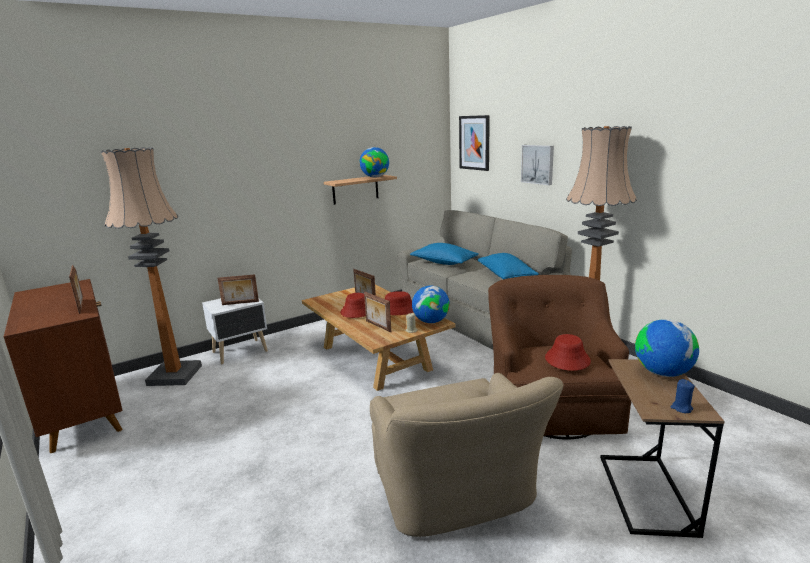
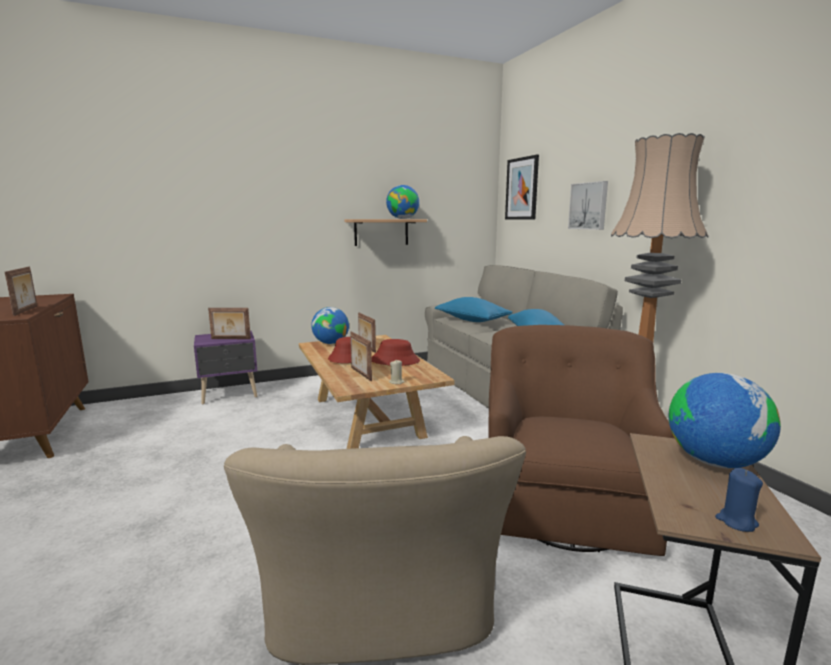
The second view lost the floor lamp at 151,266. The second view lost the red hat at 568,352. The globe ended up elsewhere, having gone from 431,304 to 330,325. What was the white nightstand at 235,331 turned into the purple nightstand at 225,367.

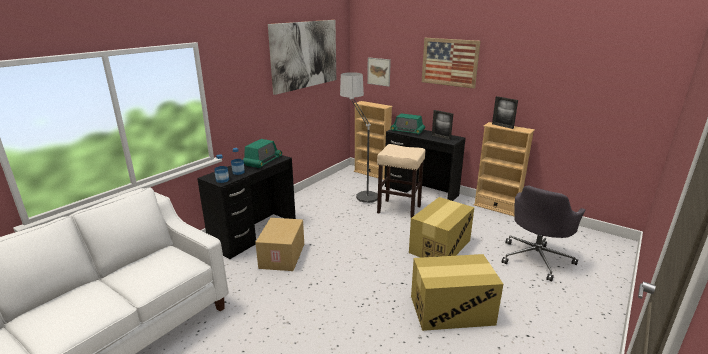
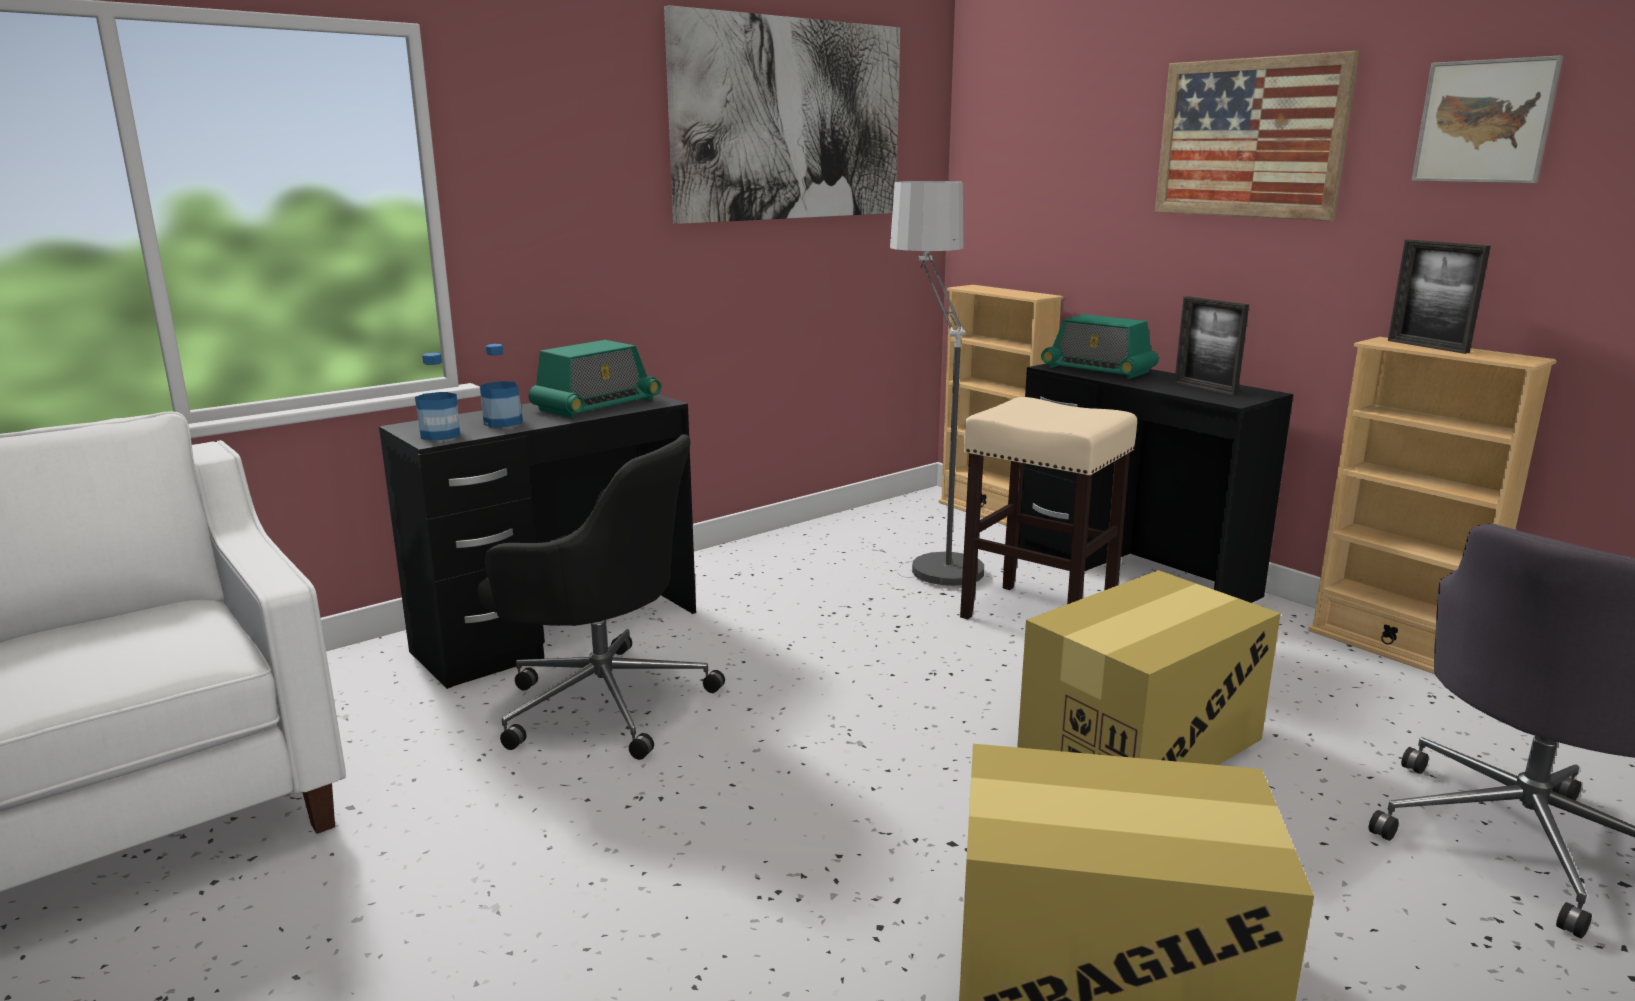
The picture ended up elsewhere, having gone from 379,72 to 1487,119. Where the cardboard box stood at 279,244, the black office chair came to stand at 601,597.

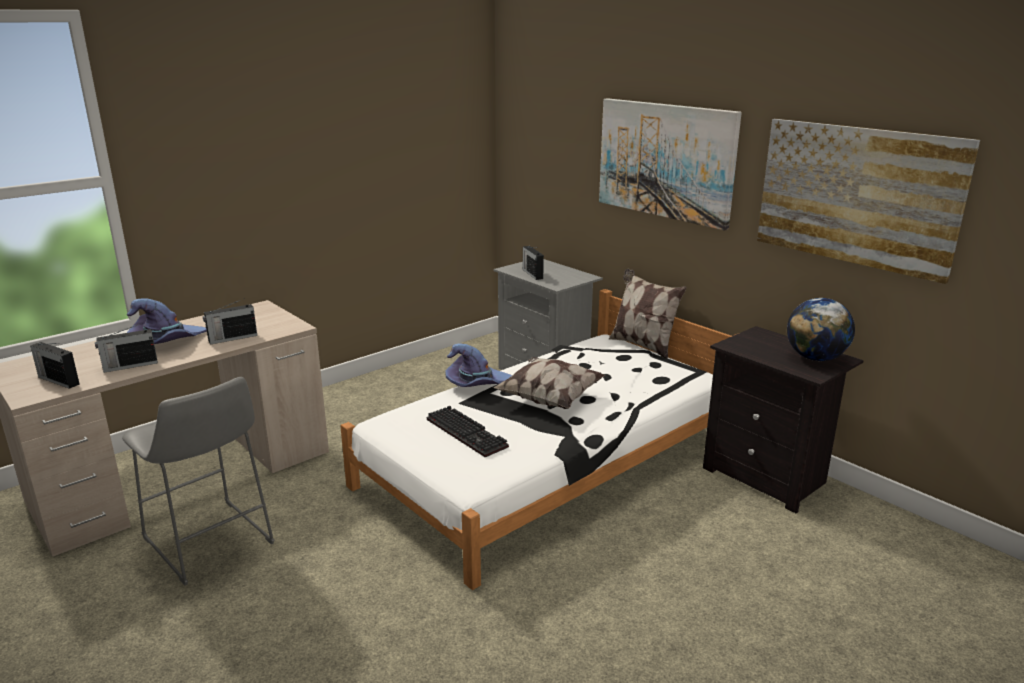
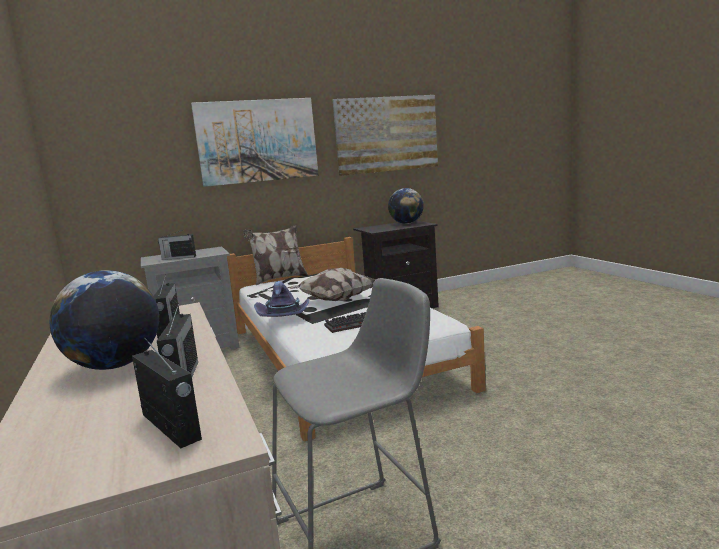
Where the purple hat stood at 167,321, the globe came to stand at 104,320. The radio at 55,365 ended up facing another way, 90 degrees counterclockwise from before.

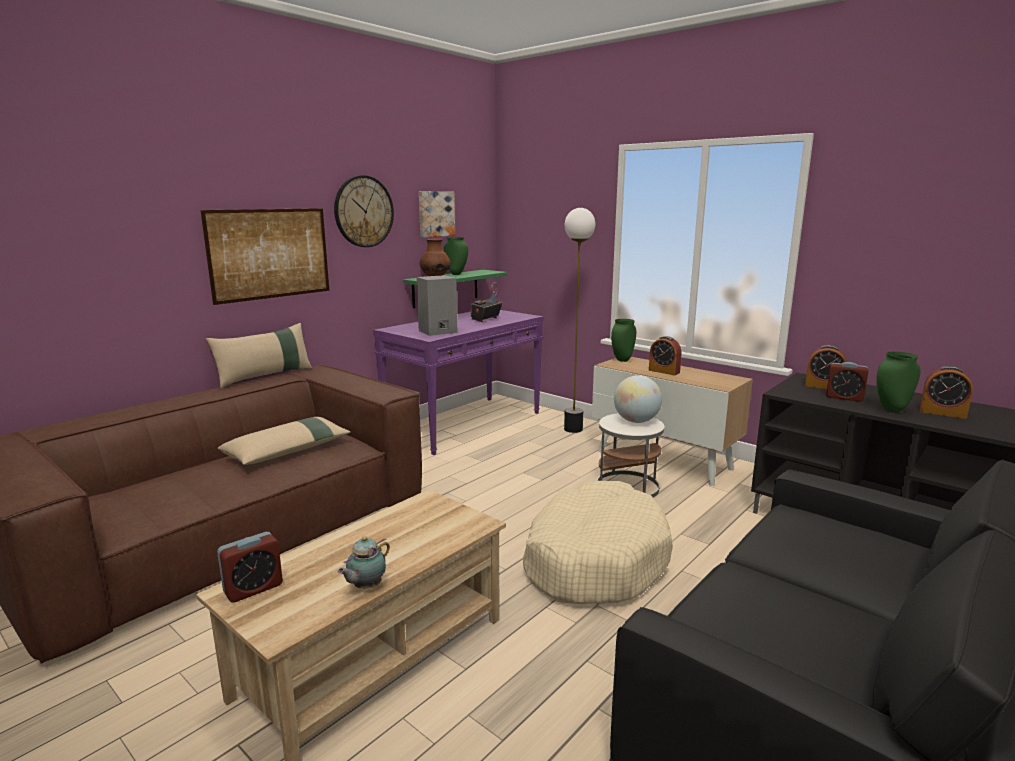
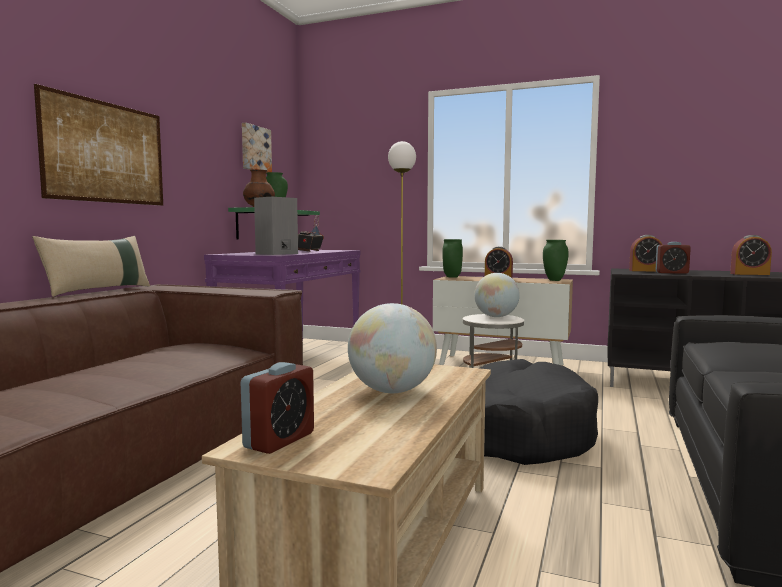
The second view lost the beige pillow at 284,441. The second view lost the wall clock at 364,211. The second view lost the teapot at 363,562. The second view gained the globe at 392,348. The green vase ended up elsewhere, having gone from 898,382 to 555,260. What was the beige dog bed at 598,542 turned into the black dog bed at 539,412.

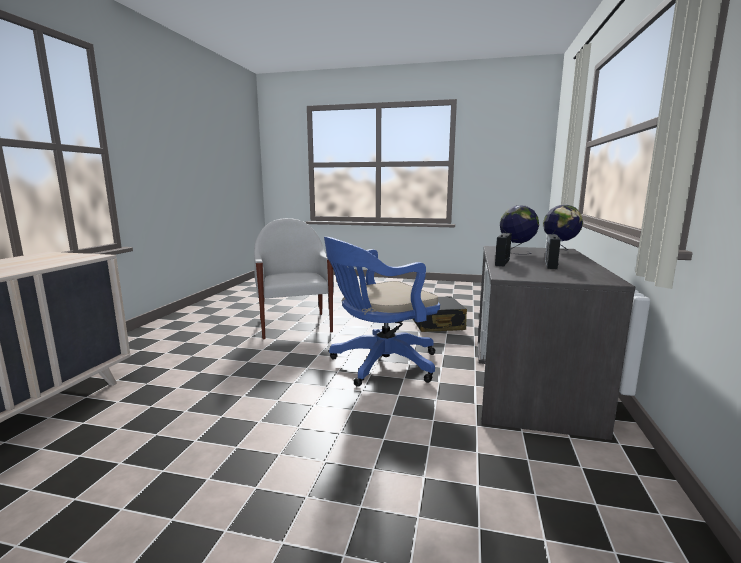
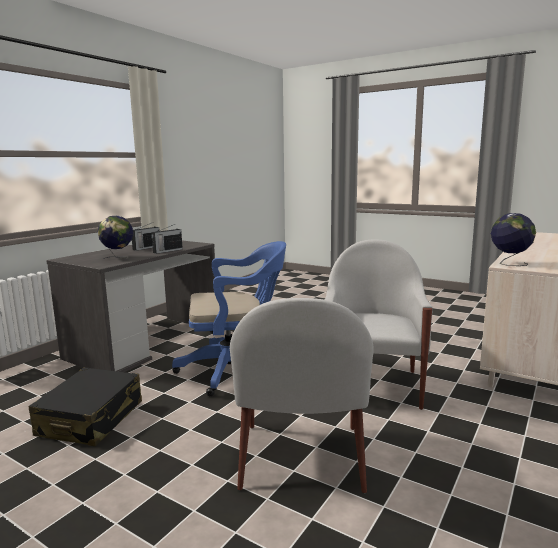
The second view gained the white armchair at 379,324. The globe ended up elsewhere, having gone from 563,228 to 513,239.

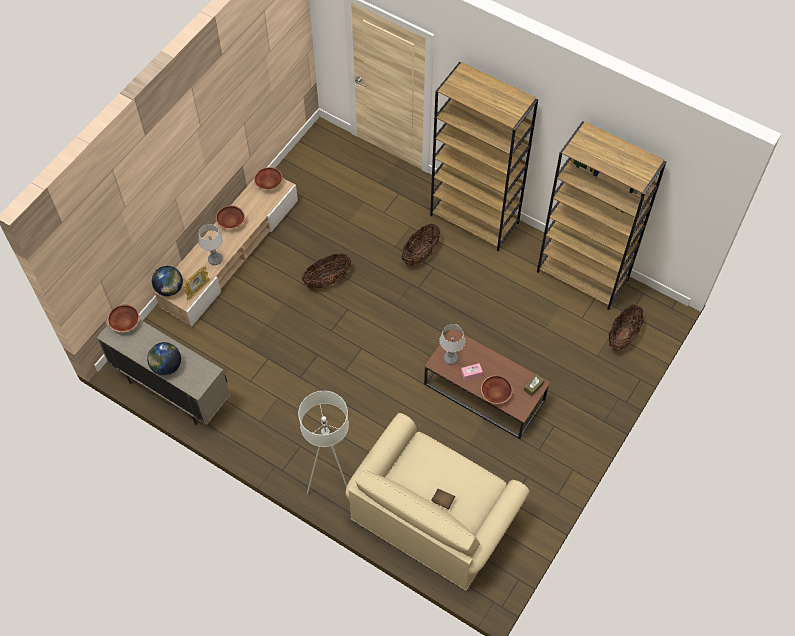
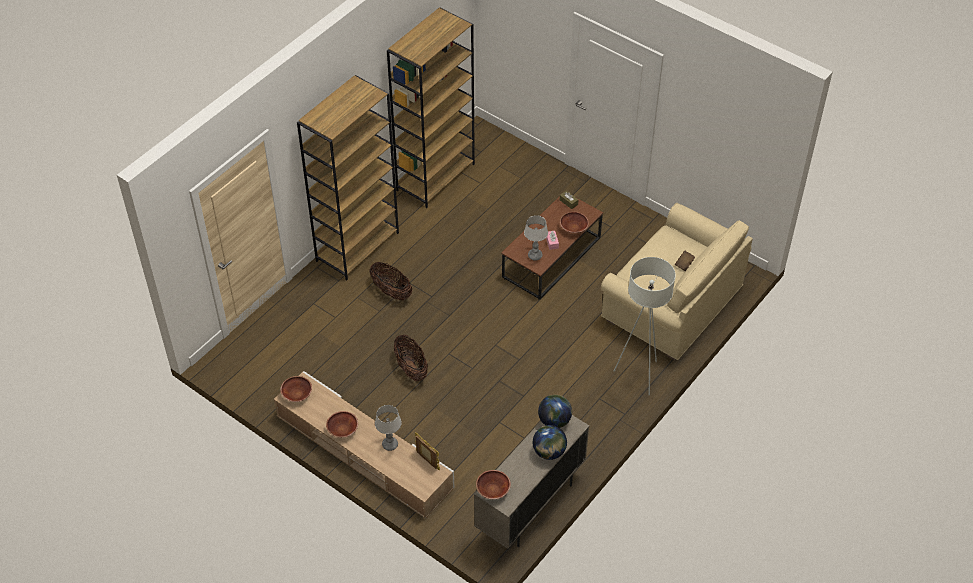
The second view lost the basket at 626,327. The globe ended up elsewhere, having gone from 167,281 to 555,411.

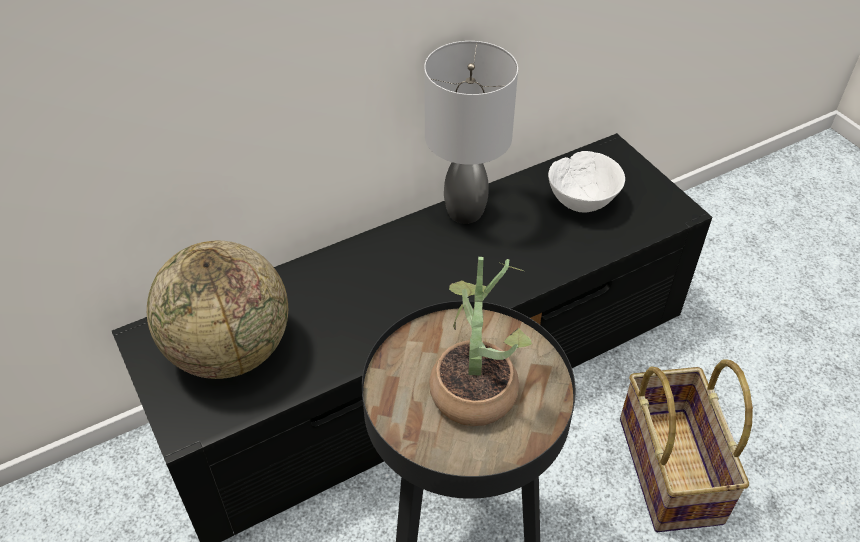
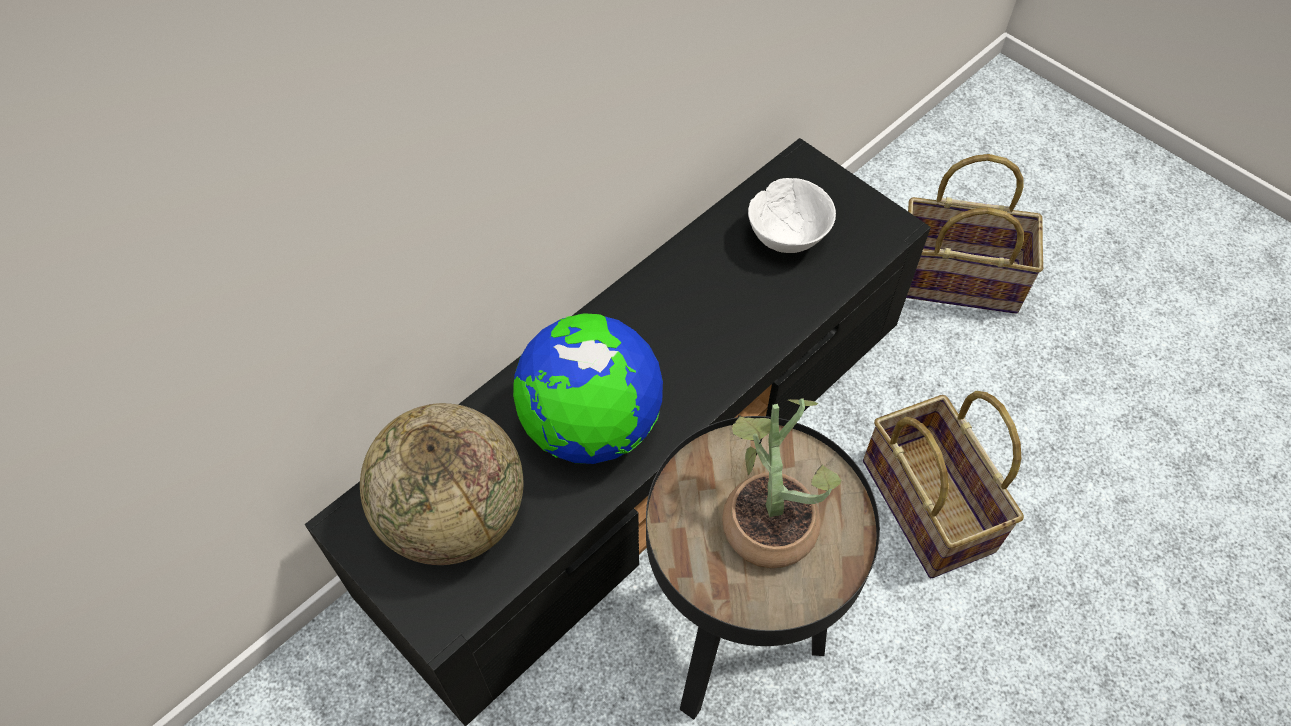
The second view lost the grey table lamp at 471,132. The second view gained the globe at 588,388. The second view gained the basket at 974,234.

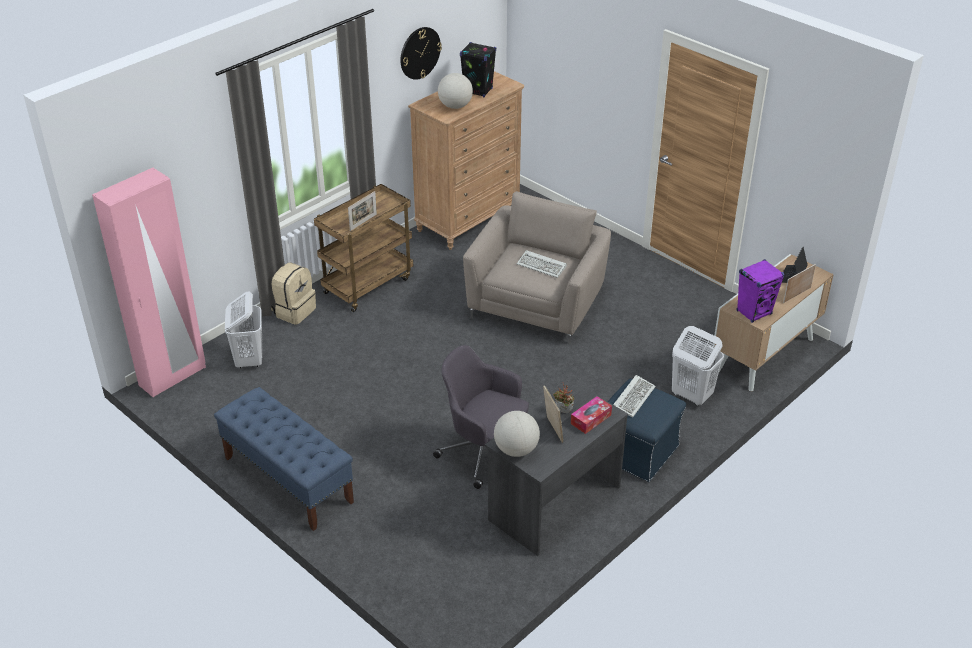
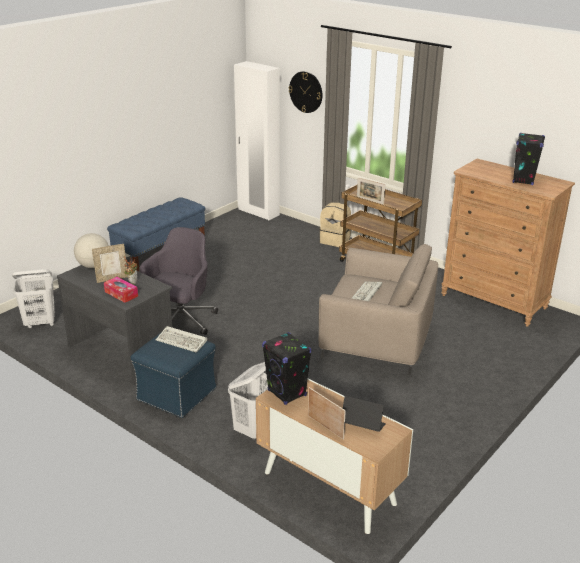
The second view lost the globe at 455,91. The white laundry basket ended up elsewhere, having gone from 243,330 to 33,298. The wall clock ended up elsewhere, having gone from 421,53 to 305,92. What was the pink wardrobe at 149,283 turned into the white wardrobe at 257,140. What was the purple speaker at 760,291 turned into the black speaker at 286,368.

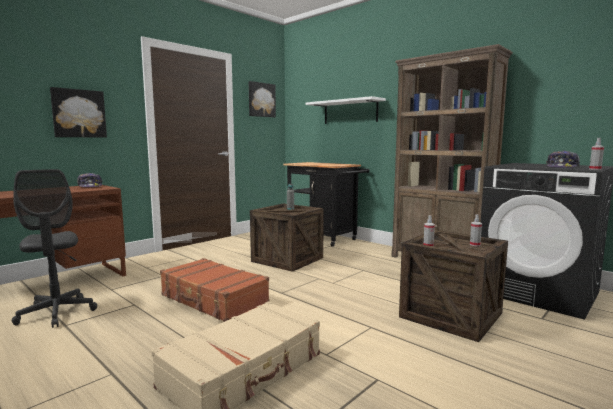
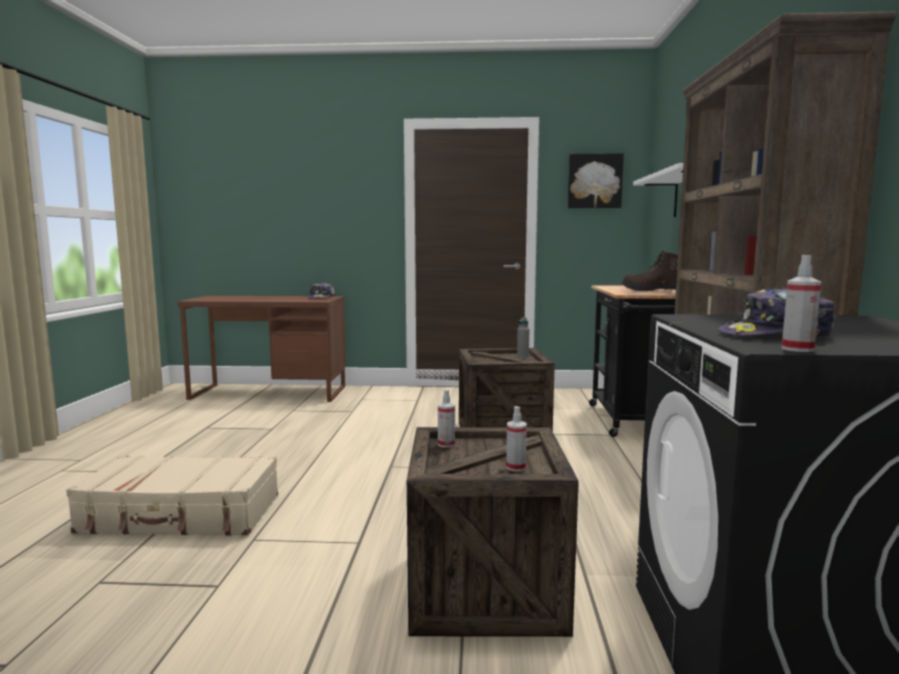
The second view lost the grey office chair at 54,248. The second view lost the picture at 78,112. The second view lost the brown suitcase at 214,290. The second view gained the brown boot at 649,271.

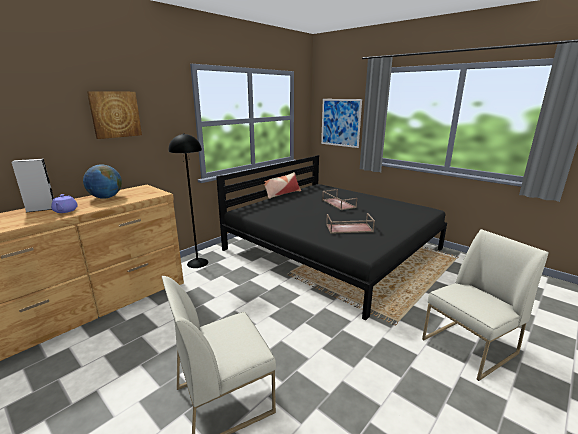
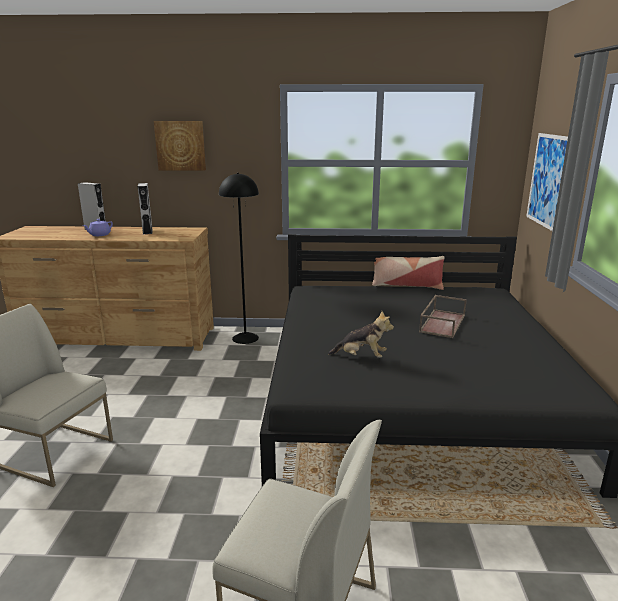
Where the globe stood at 102,181, the grey speaker came to stand at 145,208. Where the brown tray stood at 350,223, the plush toy came to stand at 361,334.

